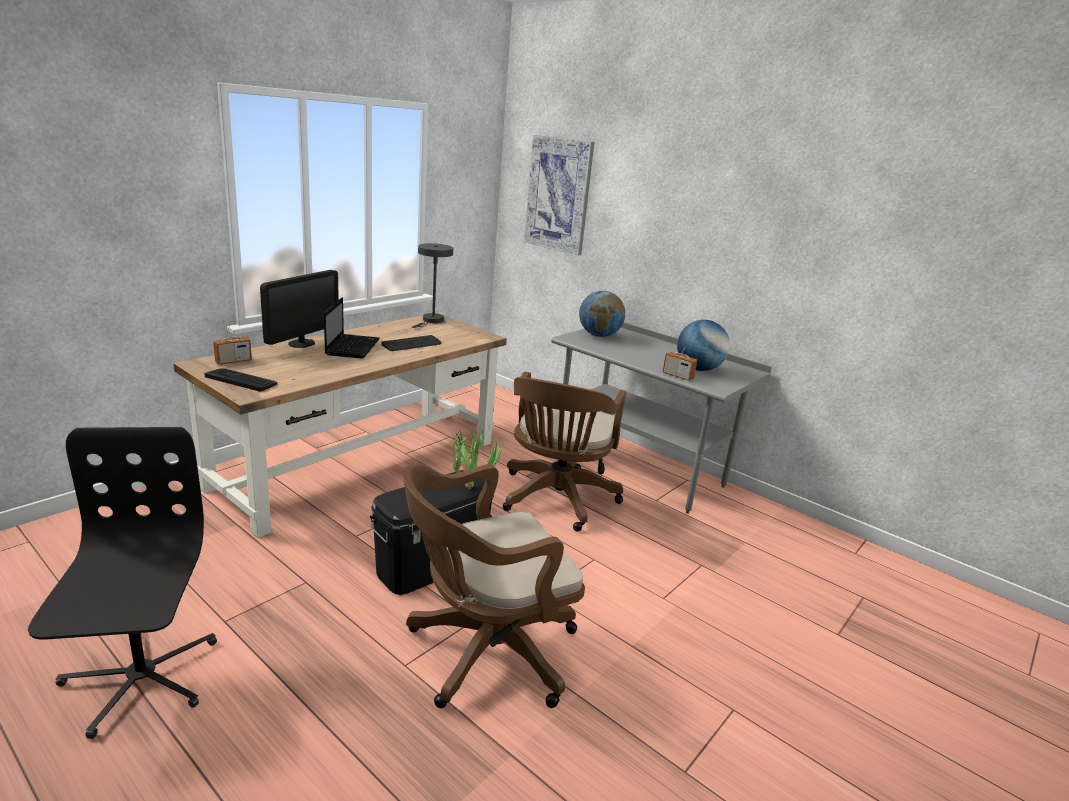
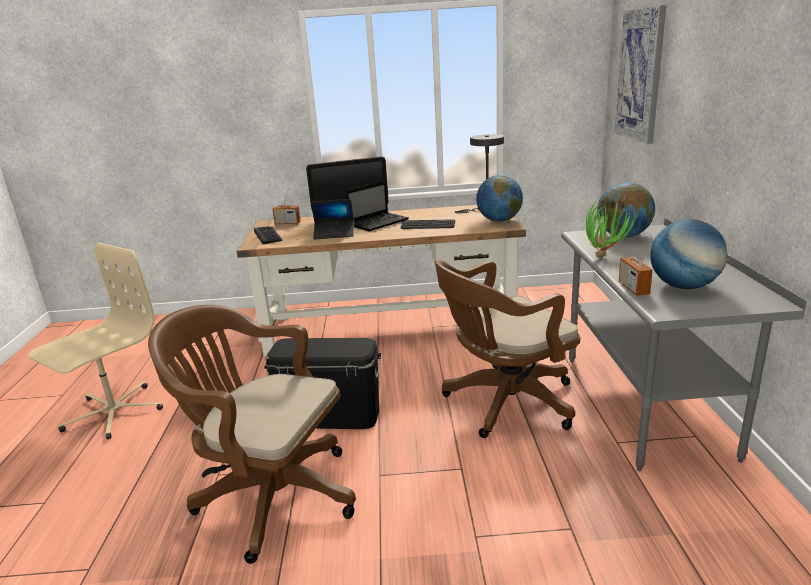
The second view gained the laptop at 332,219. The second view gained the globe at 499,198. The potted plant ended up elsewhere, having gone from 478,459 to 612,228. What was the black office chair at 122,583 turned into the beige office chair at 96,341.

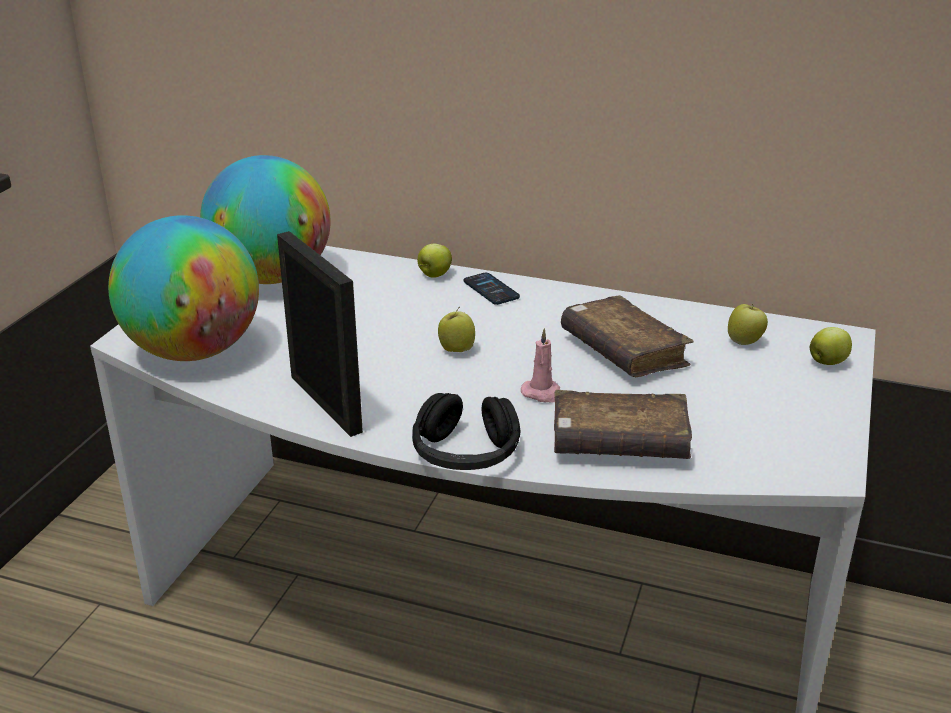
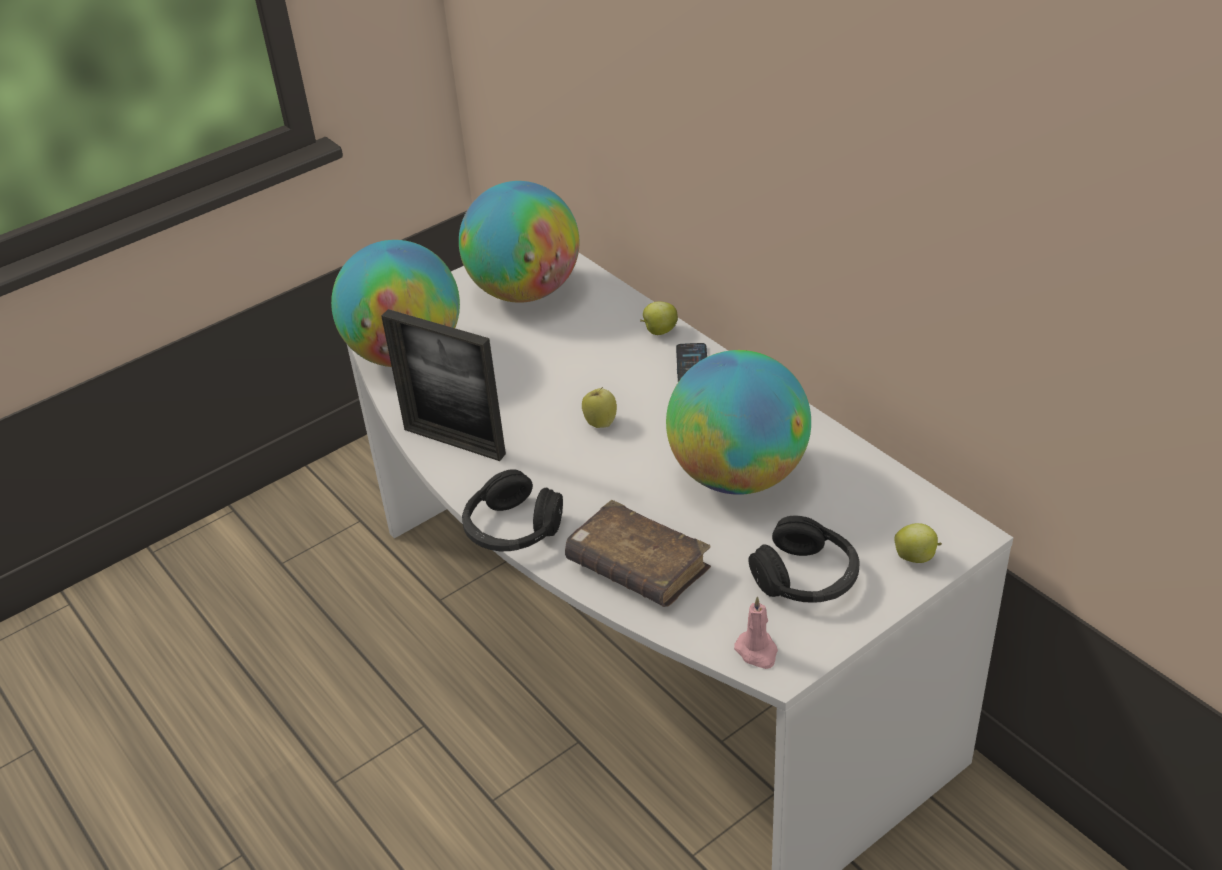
The second view lost the apple at 748,324. The second view gained the black headphones at 804,559. The pink candle ended up elsewhere, having gone from 540,365 to 756,632. Where the brown book stood at 627,336, the globe came to stand at 738,422. The picture frame at 320,334 ended up facing another way, 120 degrees clockwise from before.

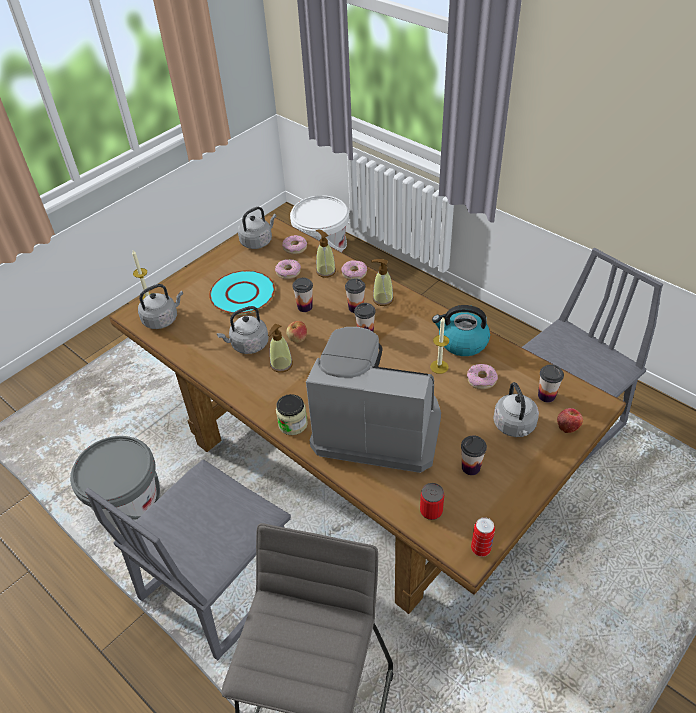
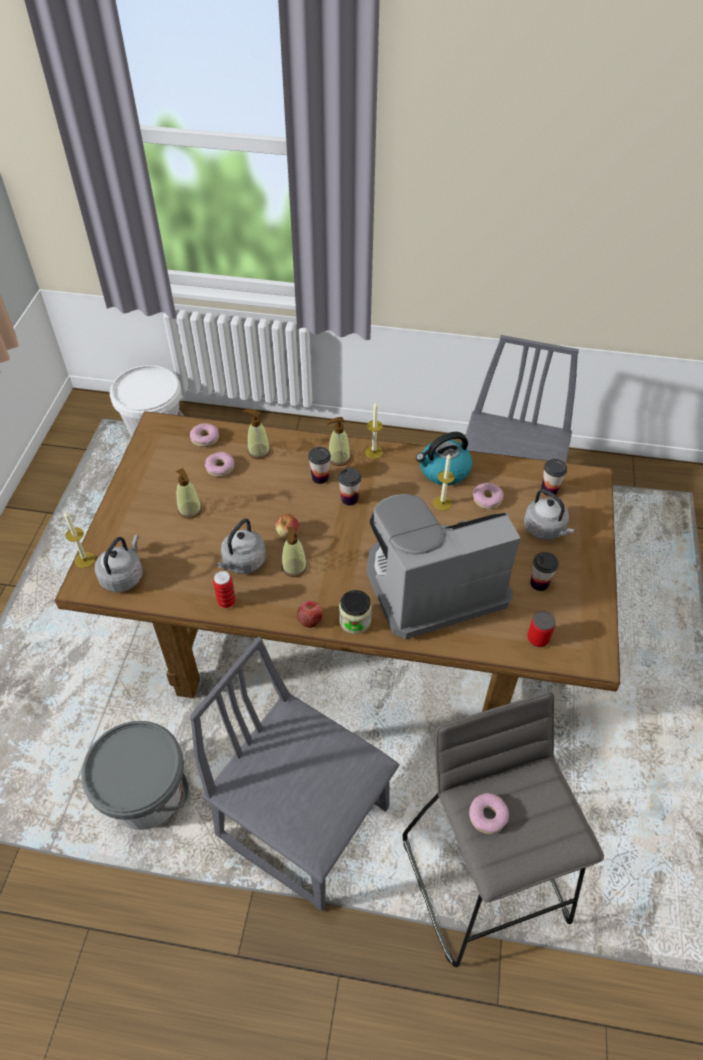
The second view lost the grey kettle at 257,228. The second view lost the cup at 303,295. The second view gained the candle at 374,430. The donut ended up elsewhere, having gone from 354,270 to 489,813. The can ended up elsewhere, having gone from 483,537 to 224,589. The apple ended up elsewhere, having gone from 570,420 to 310,614. Where the turquoise plate stood at 242,292, the soap dispenser came to stand at 189,493. The grey chair at 188,560 ended up facing another way, 120 degrees clockwise from before.

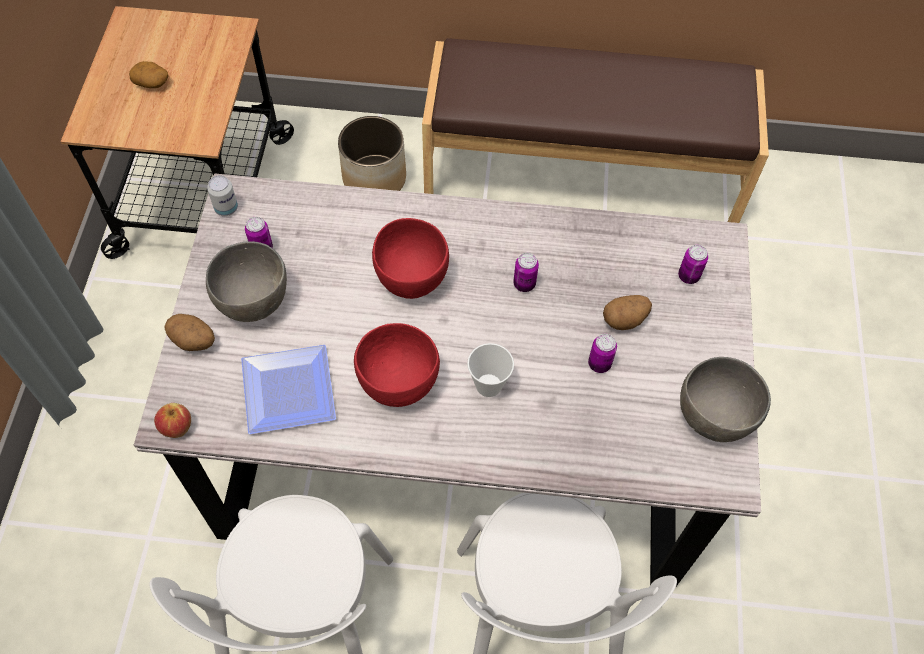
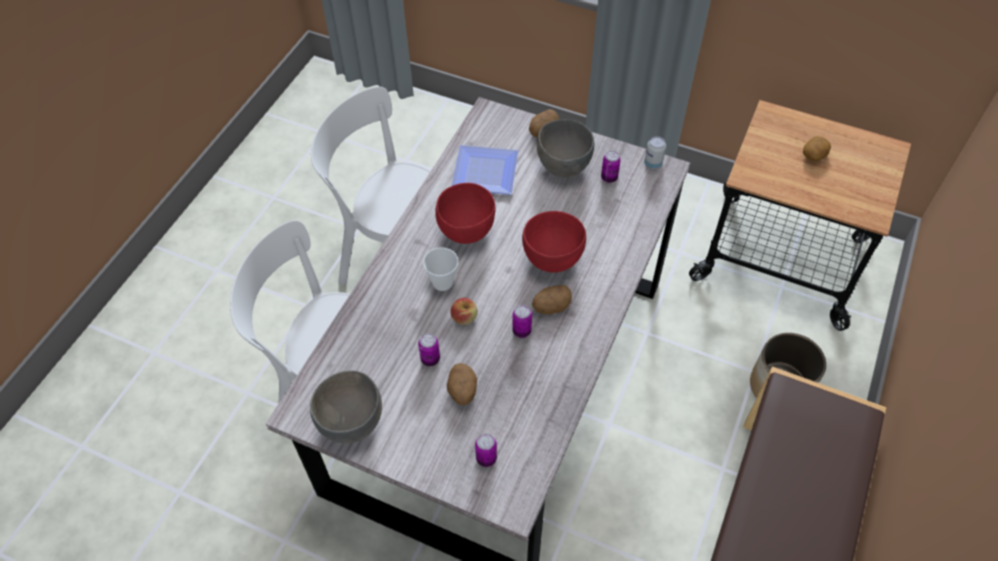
The second view gained the potato at 552,300. The apple ended up elsewhere, having gone from 172,420 to 464,311.

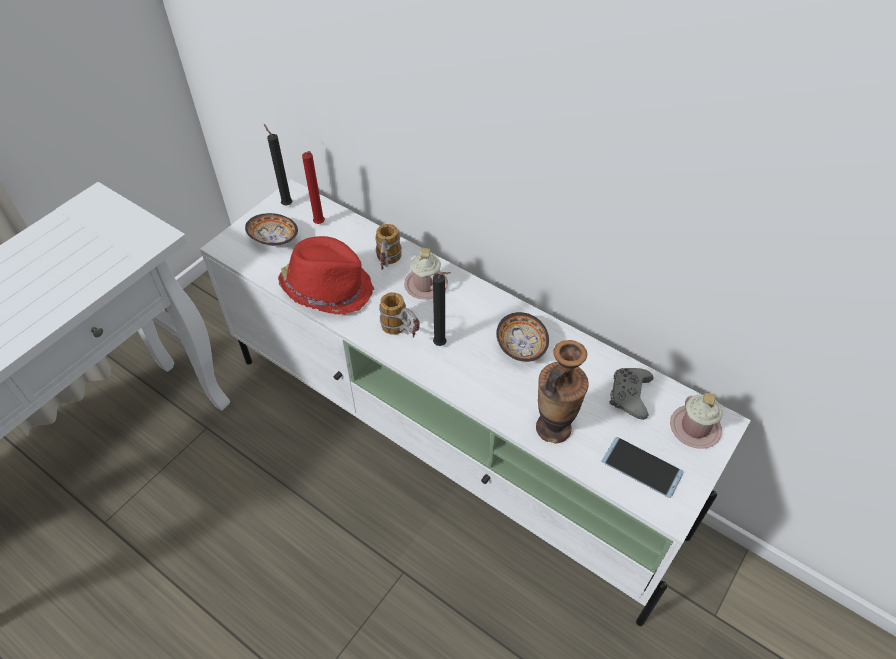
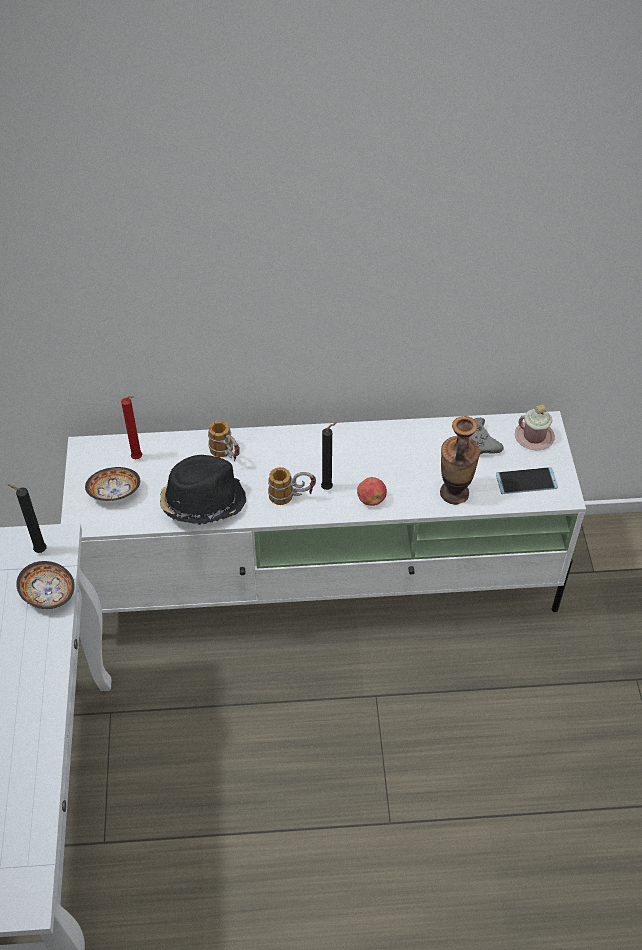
The second view lost the pink mug at 426,273. The second view gained the apple at 372,491. The black candle ended up elsewhere, having gone from 278,164 to 27,518. The bowl ended up elsewhere, having gone from 522,337 to 45,585. What was the red hat at 326,275 turned into the black hat at 203,490.

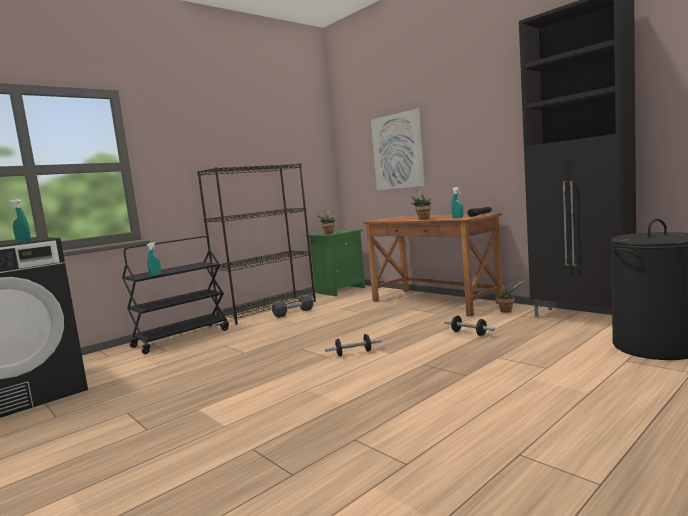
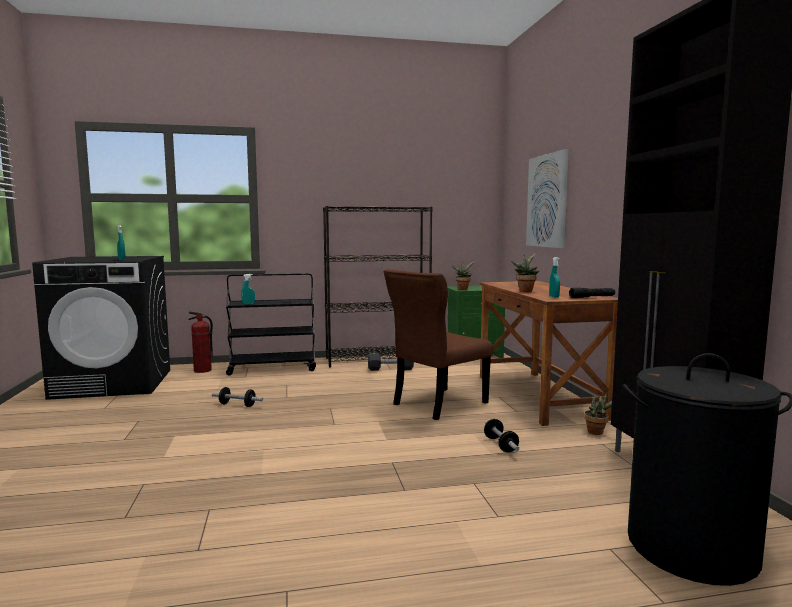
The second view gained the fire extinguisher at 201,342. The second view gained the brown chair at 438,344. The dumbbell ended up elsewhere, having gone from 353,345 to 237,397.

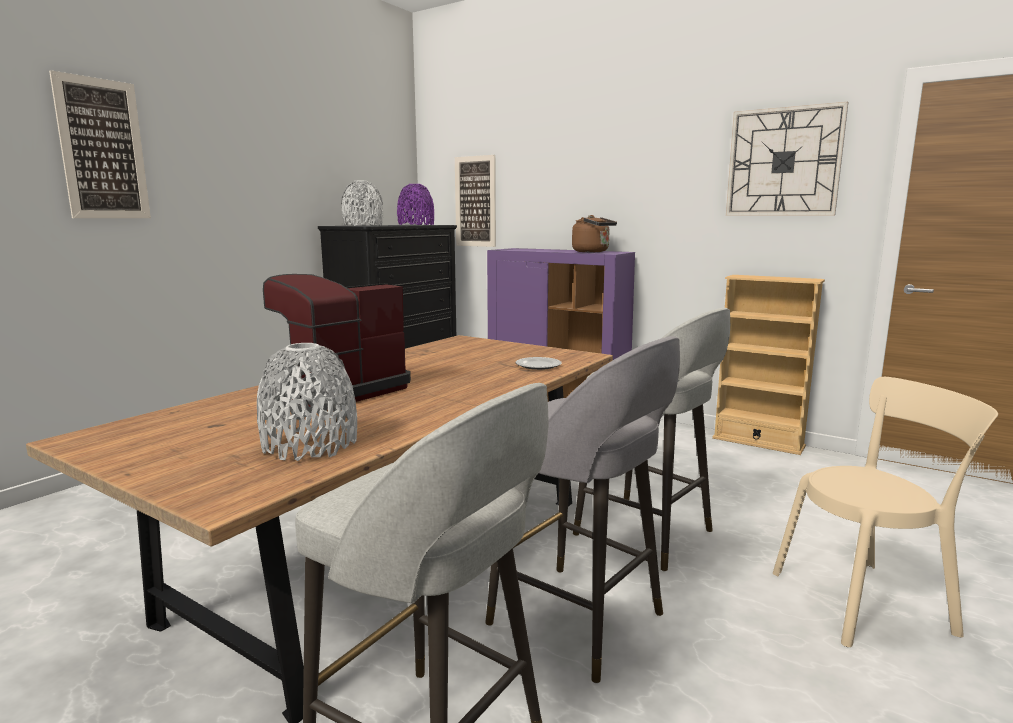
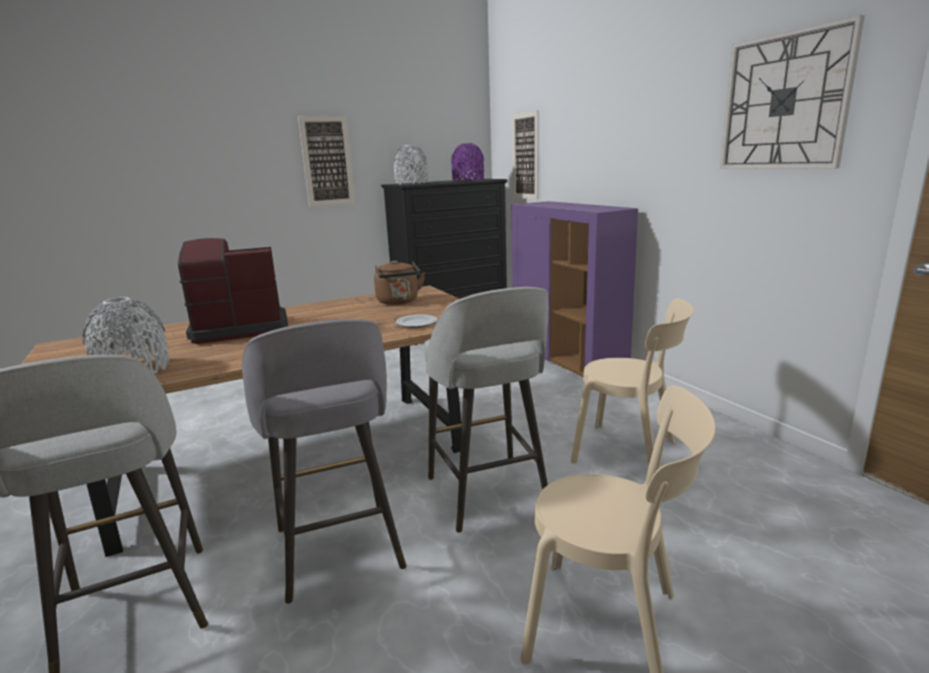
The second view lost the beige bookcase at 768,365. The second view gained the beige chair at 632,381. The picture ended up elsewhere, having gone from 100,144 to 326,161. The brown kettle ended up elsewhere, having gone from 594,233 to 399,282.

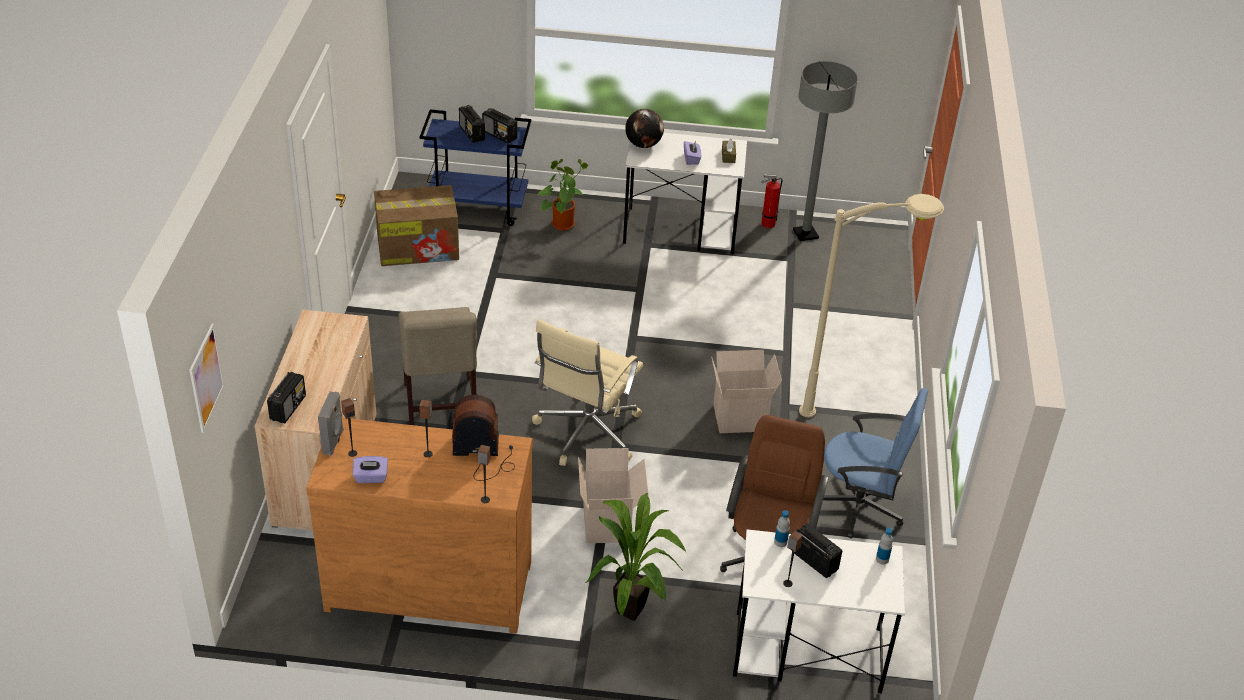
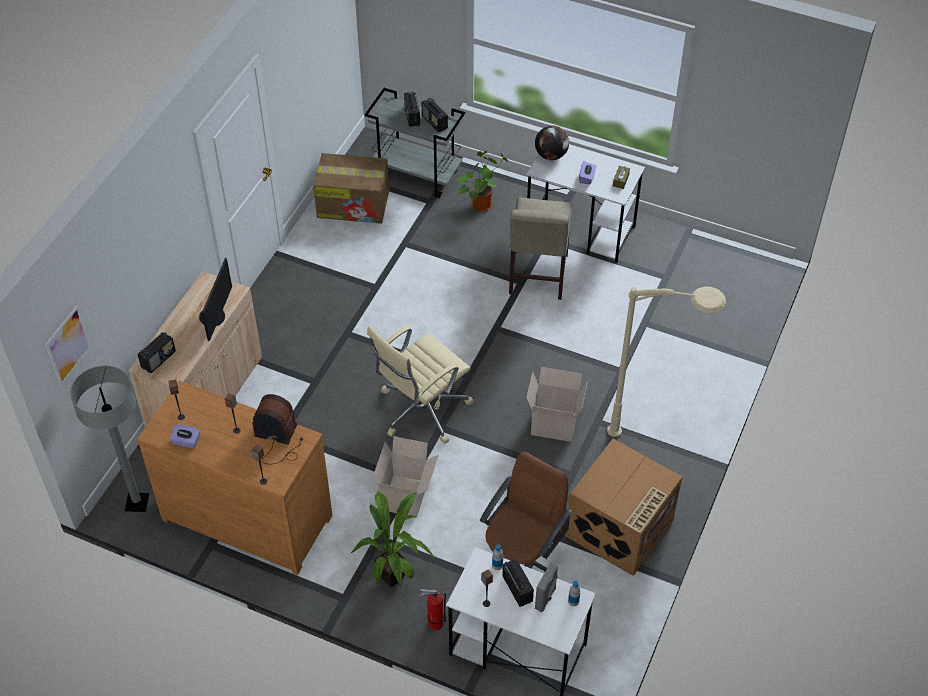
The second view gained the monitor at 215,299. The grey speaker ended up elsewhere, having gone from 331,423 to 546,587. The beige chair ended up elsewhere, having gone from 438,366 to 541,249. The fire extinguisher ended up elsewhere, having gone from 771,201 to 432,609. The grey floor lamp ended up elsewhere, having gone from 825,151 to 109,439. Where the blue office chair stood at 876,463, the cardboard box came to stand at 624,507. What was the blue cart at 475,167 turned into the grey cart at 415,143.

